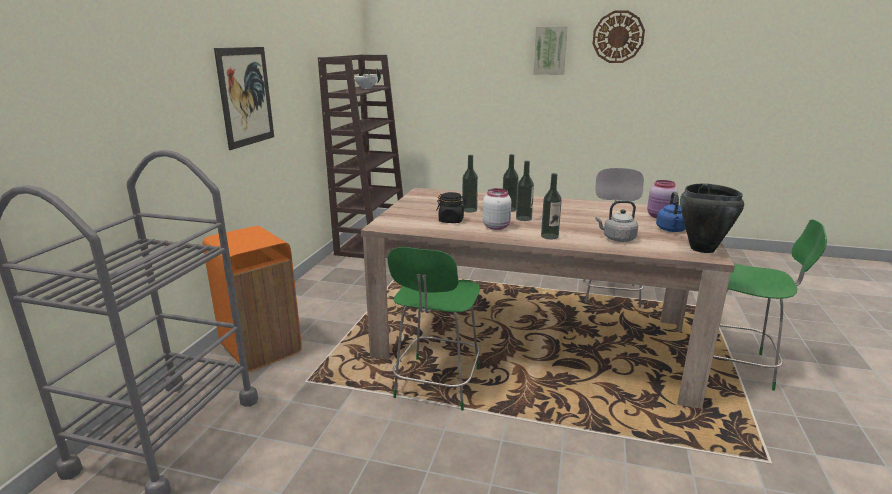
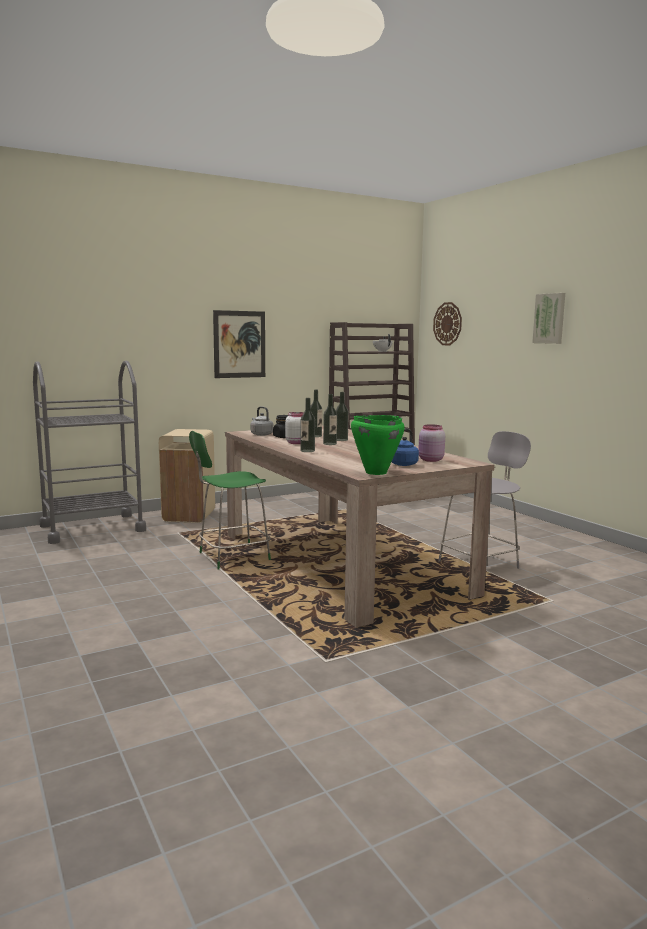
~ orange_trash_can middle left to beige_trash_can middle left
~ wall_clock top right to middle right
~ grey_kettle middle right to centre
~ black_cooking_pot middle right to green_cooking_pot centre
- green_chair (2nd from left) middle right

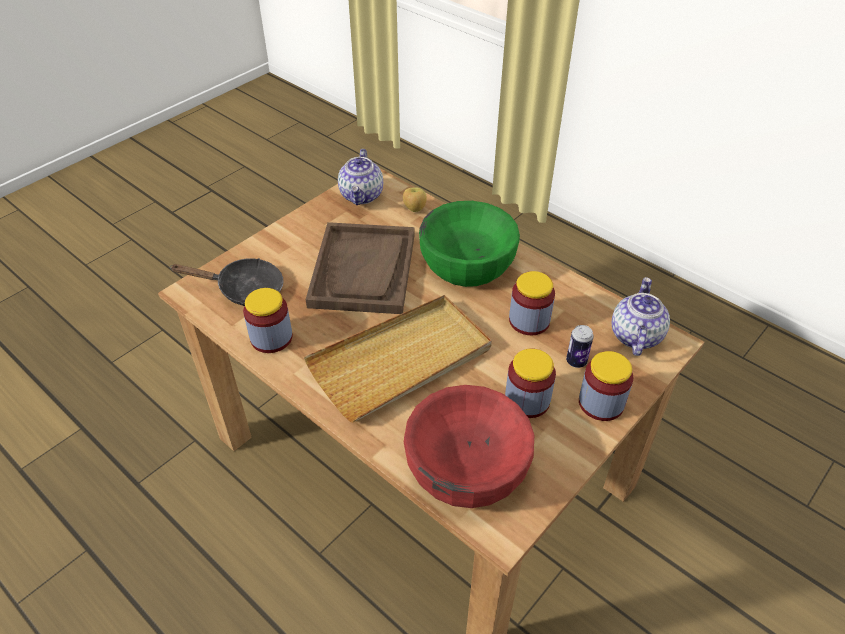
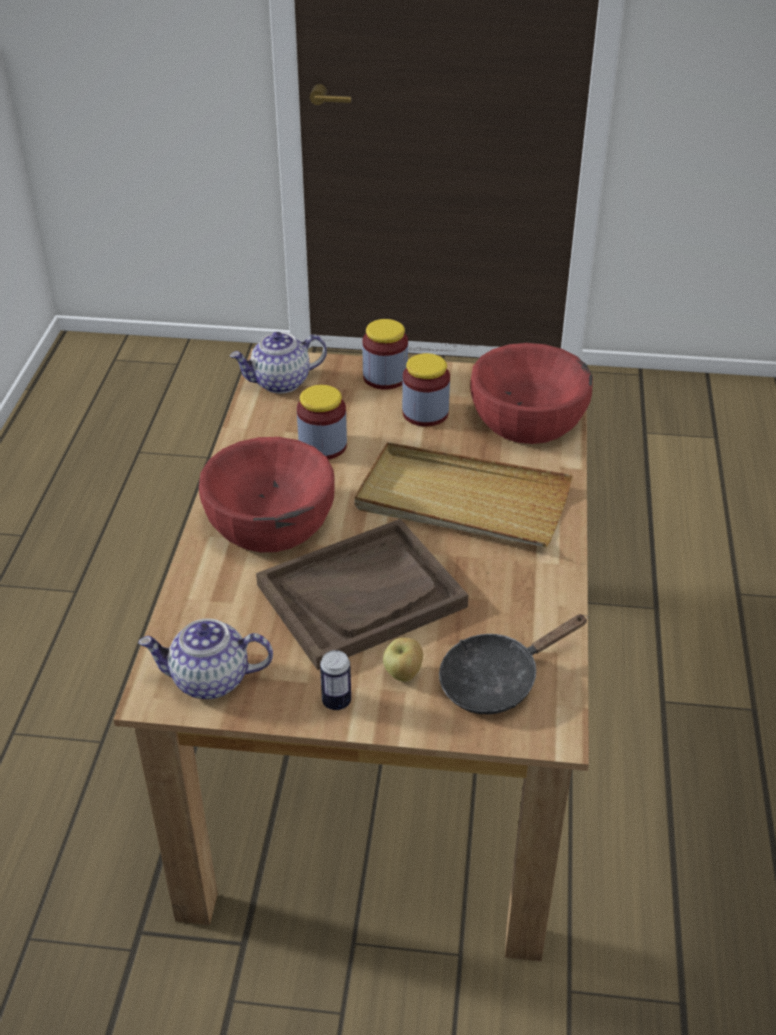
~ black_frying_pan middle left = centre 90 degrees counterclockwise
- jar (1st from left) middle left
~ teapot (1st from left) top centre = middle left 150 degrees counterclockwise
~ apple top centre to centre
~ green_bowl centre to red_bowl (1st from left) centre
~ can middle right to centre

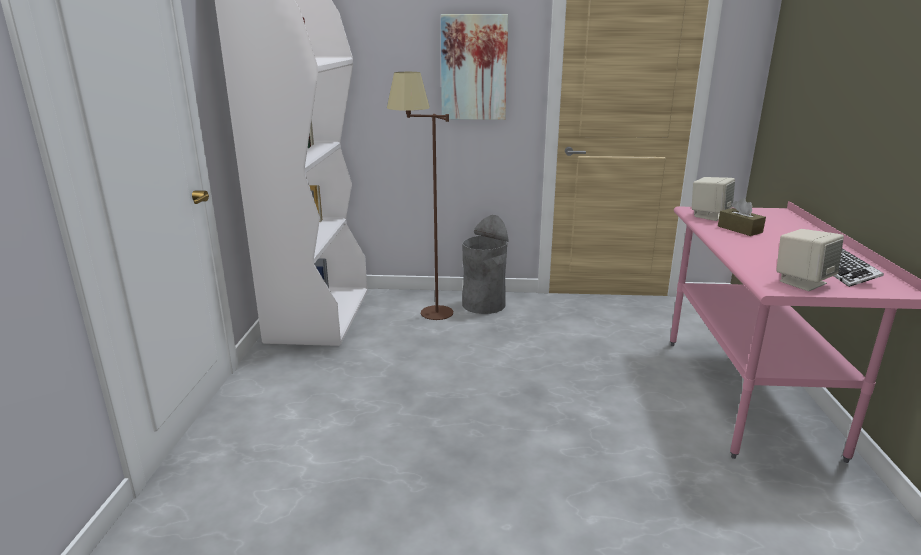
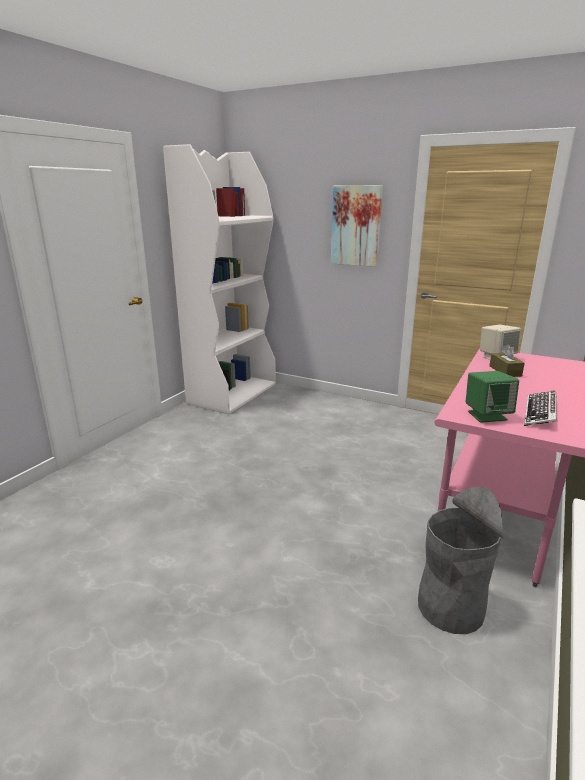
- brown_floor_lamp centre
~ grey_trash_can centre to bottom right
~ beige_speaker (2nd from left) middle right to green_speaker middle right

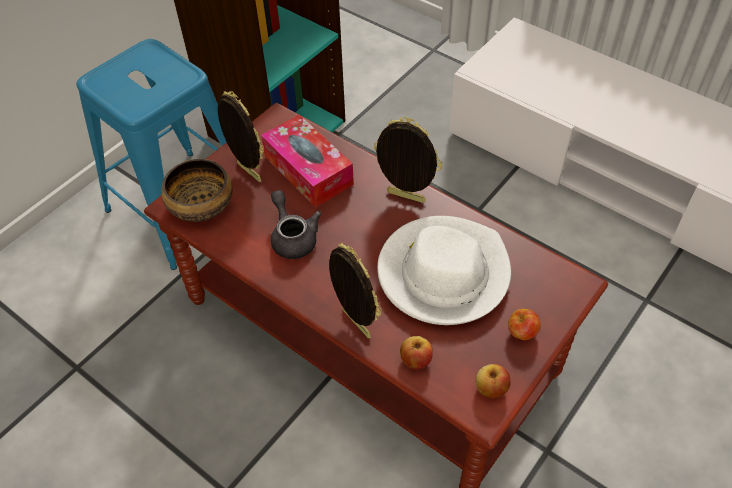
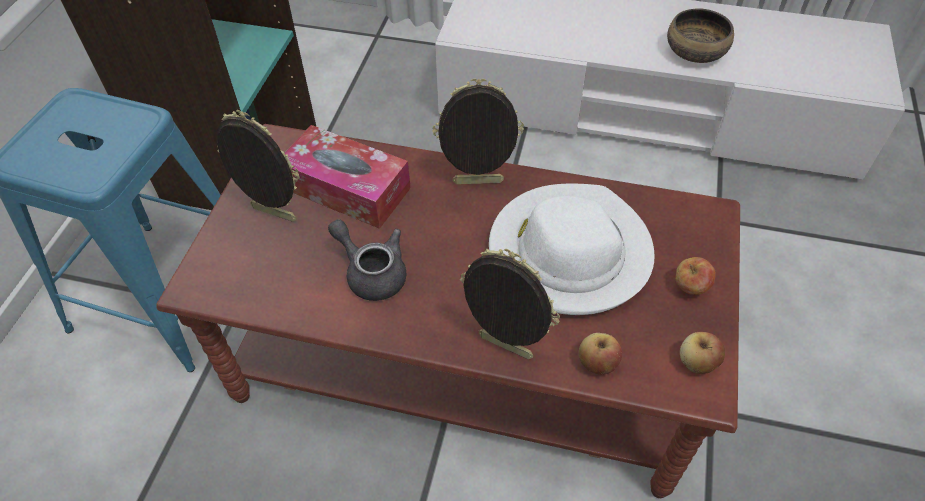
~ bowl middle left to top right

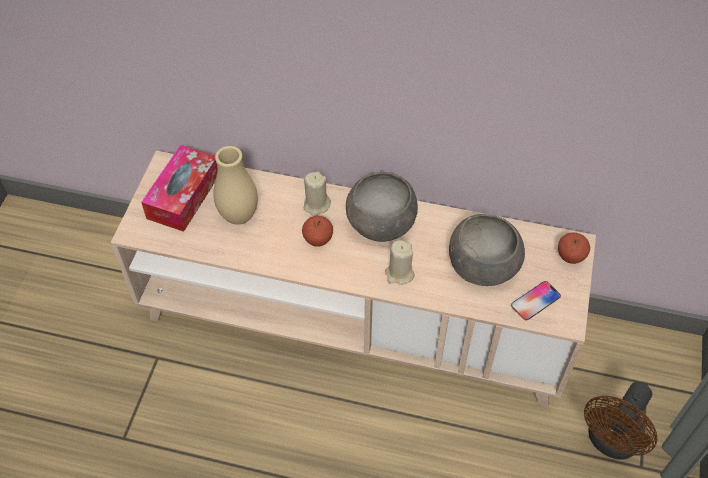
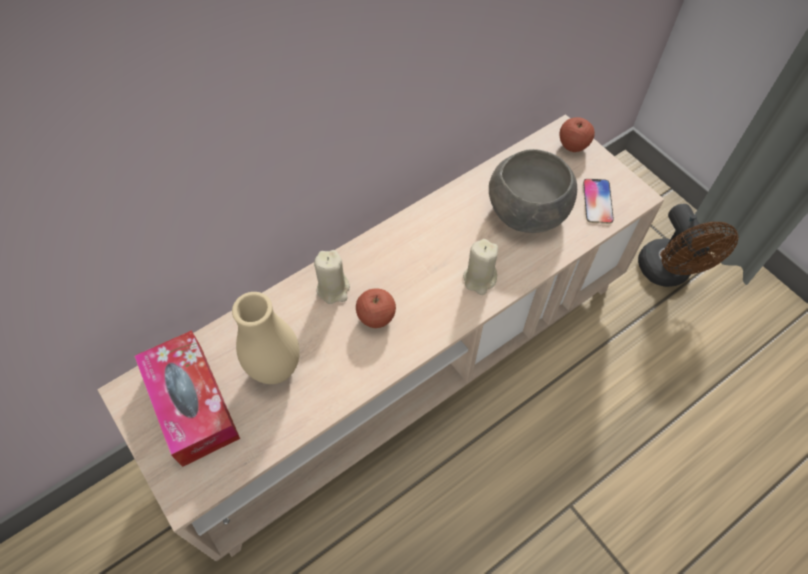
- grey_bowl (1st from left) centre

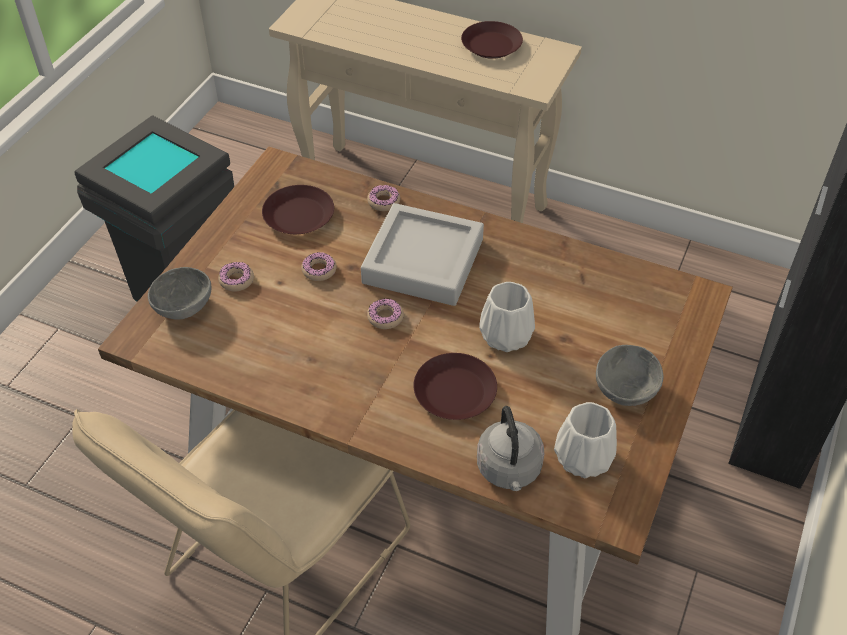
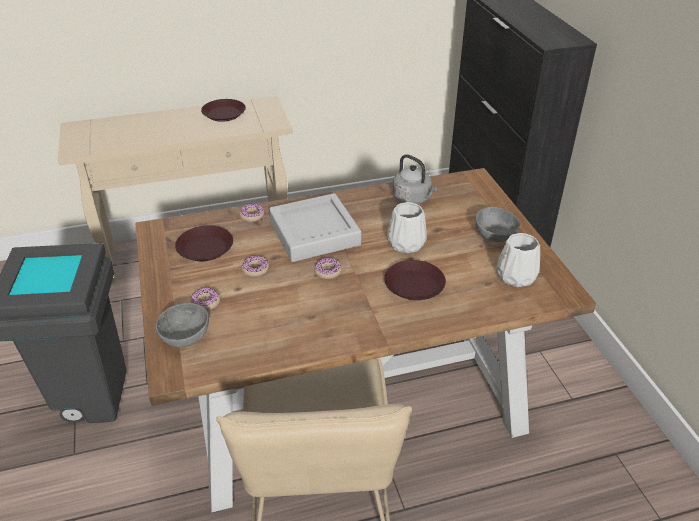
~ grey_kettle bottom centre to centre

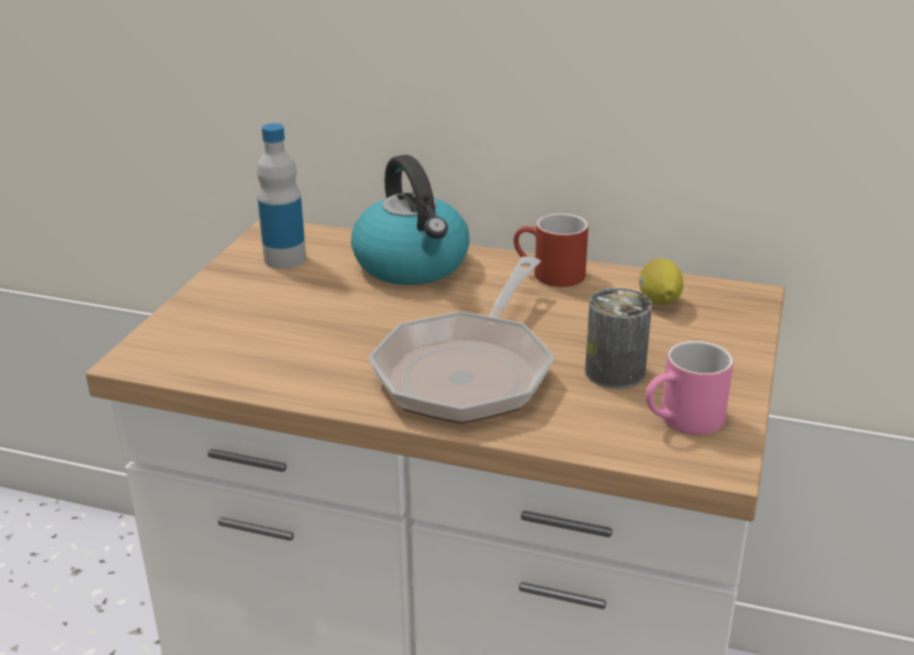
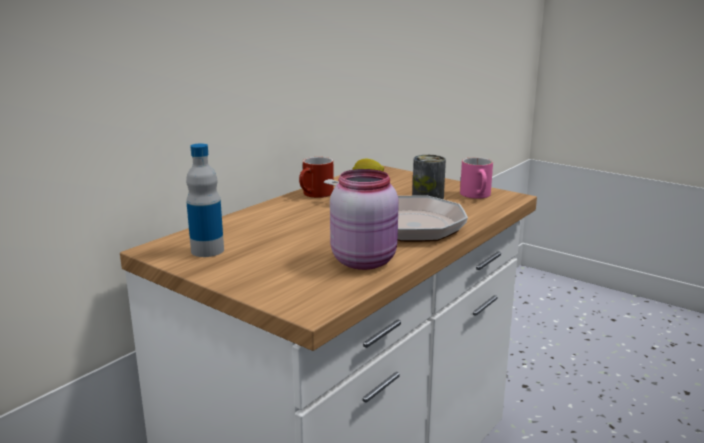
- kettle centre
+ pink_jar centre

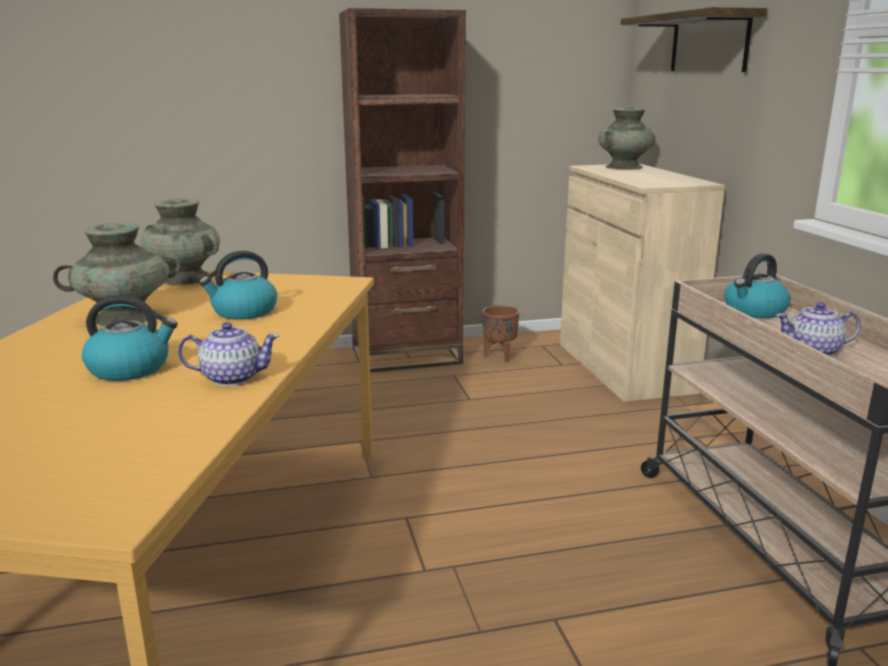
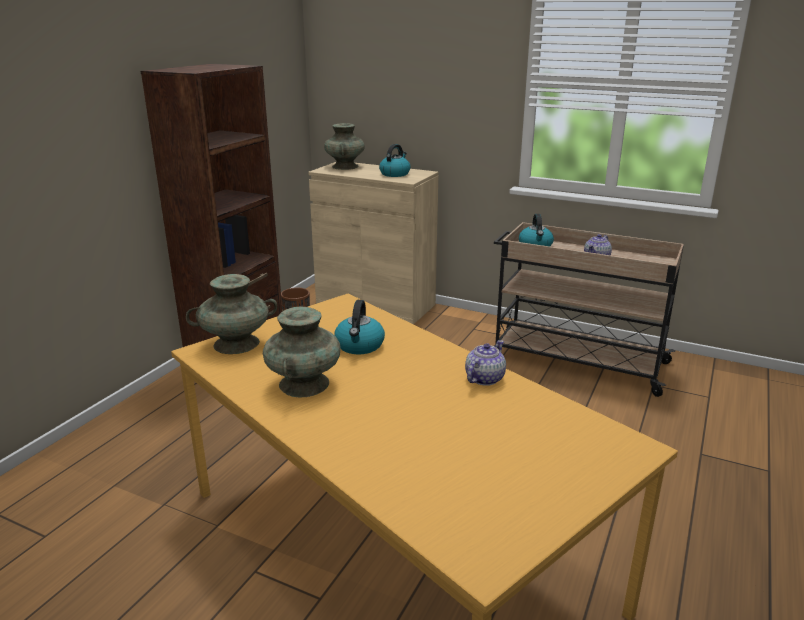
~ kettle (1st from left in the first image) middle left to kettle (2nd from left) top centre
- shelf top right

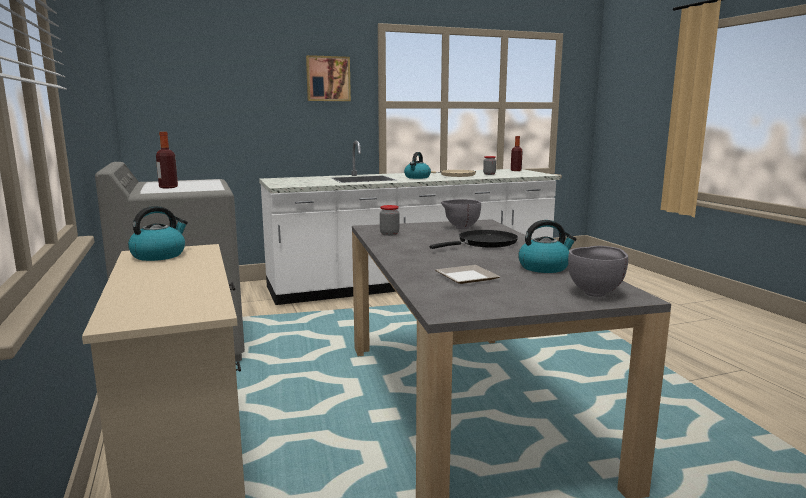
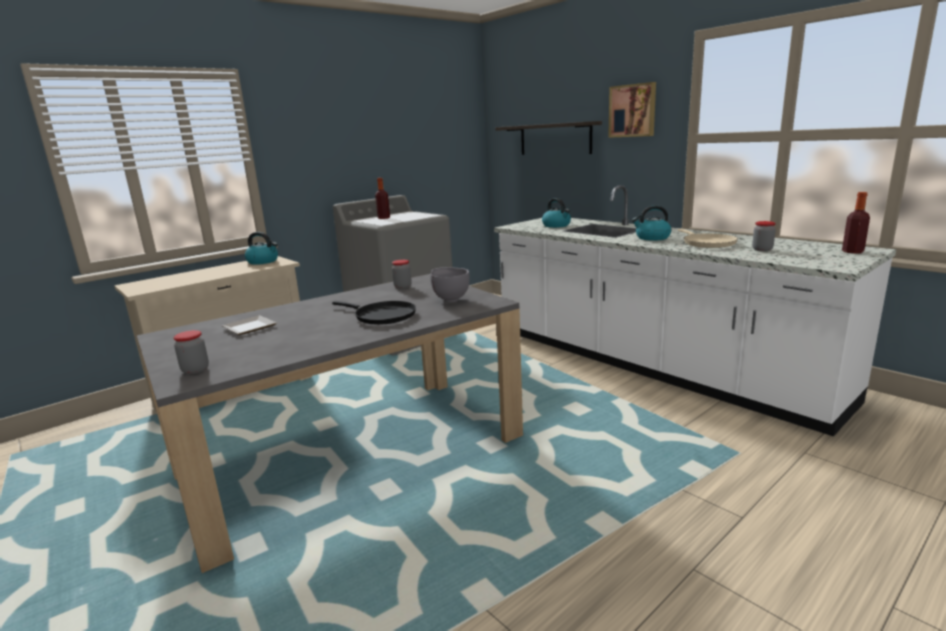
~ kettle (3rd from left in the first image) middle right to kettle (2nd from left) centre
~ grey_bowl (2nd from left) middle right to jar (1st from left) middle left
+ shelf top centre

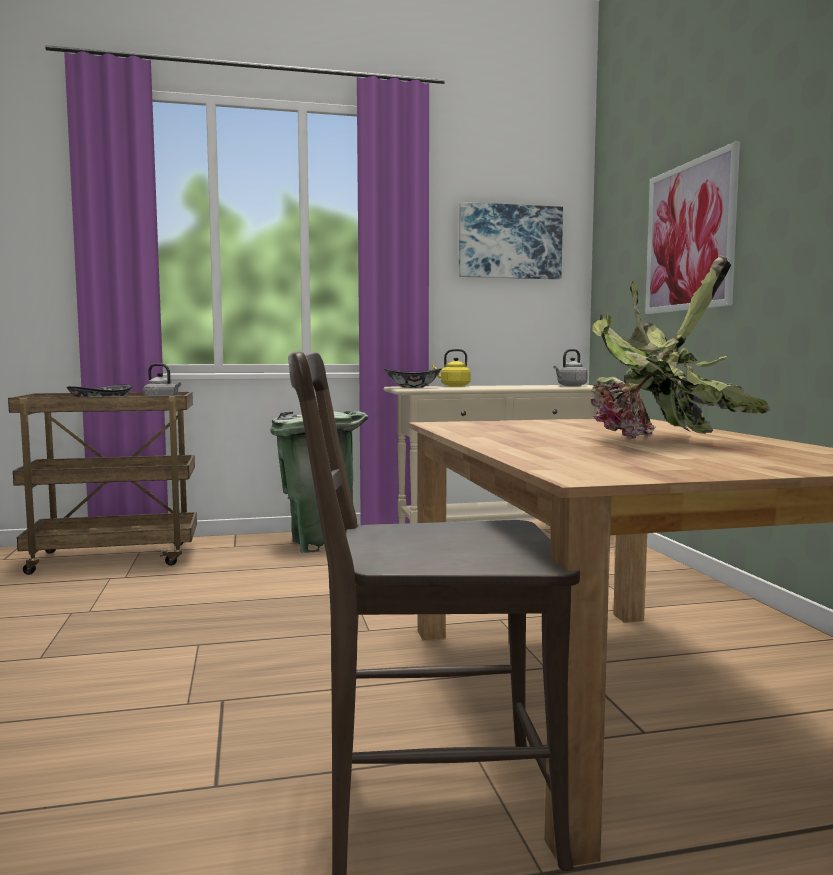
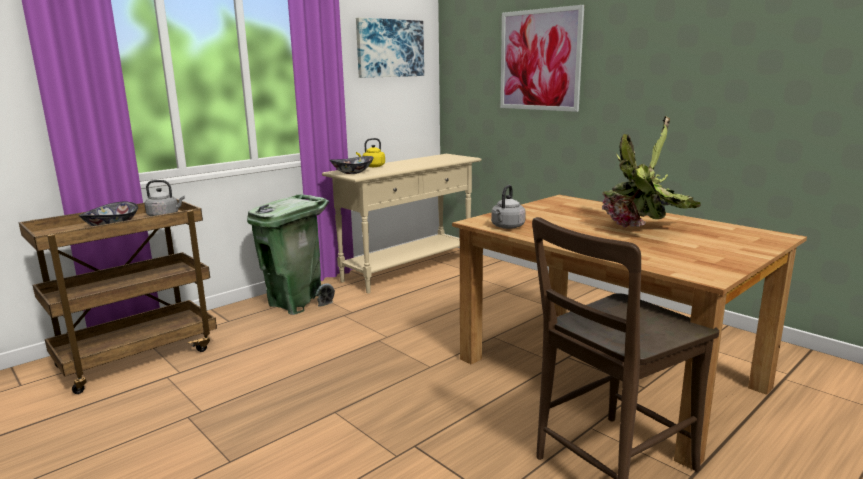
~ grey_kettle (2nd from left) middle right to centre

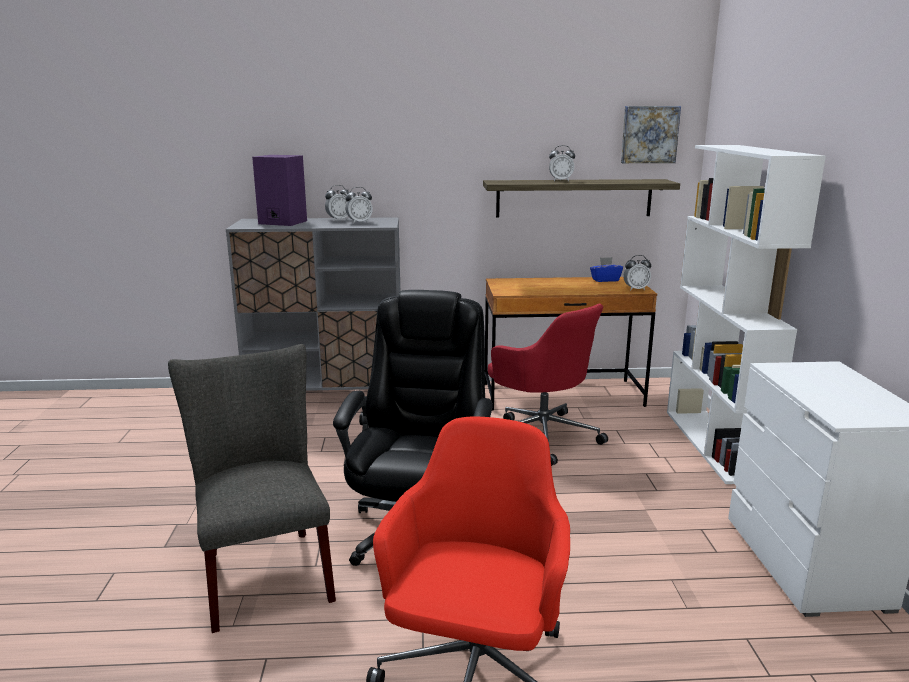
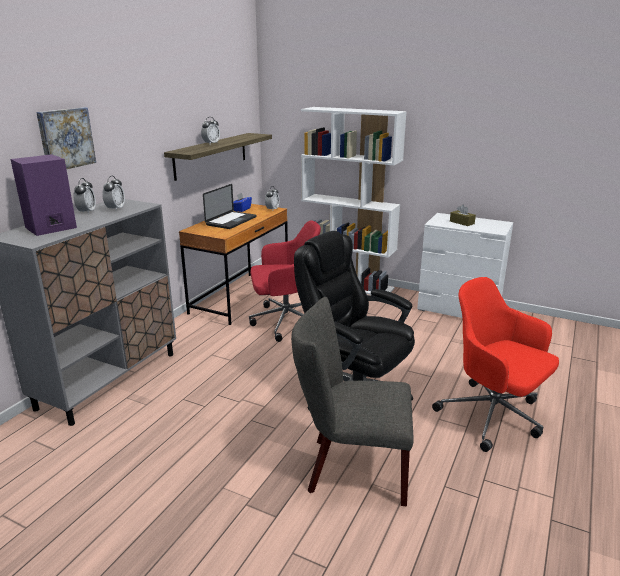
~ picture top right to top left
+ laptop centre
+ brown_tissue_box middle right

